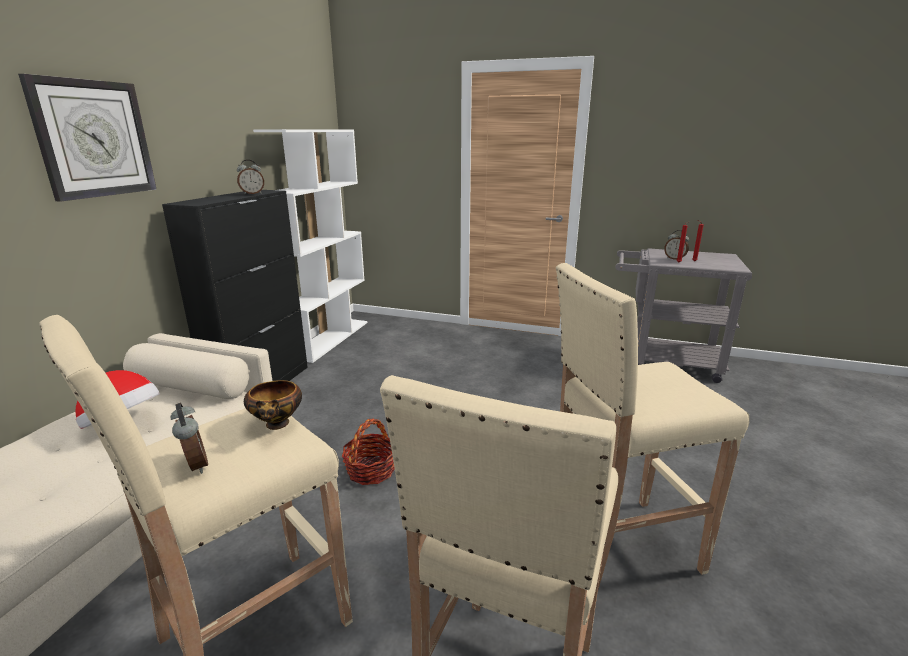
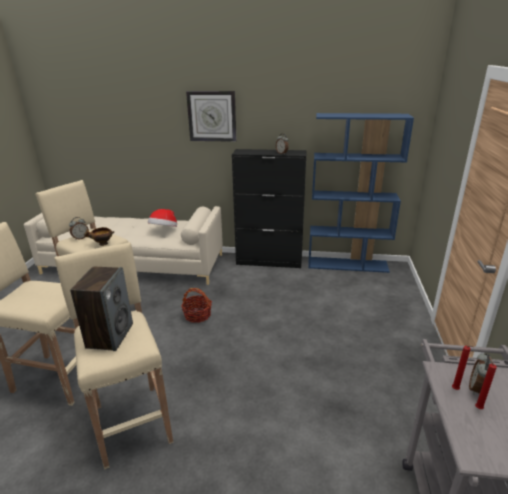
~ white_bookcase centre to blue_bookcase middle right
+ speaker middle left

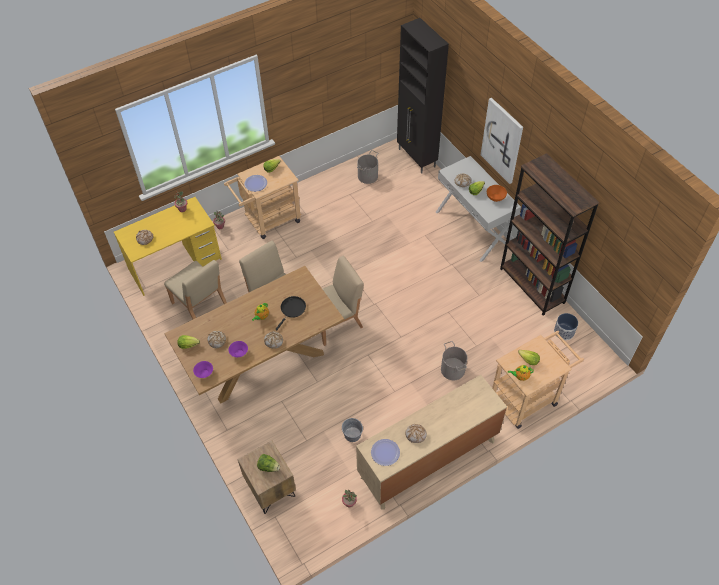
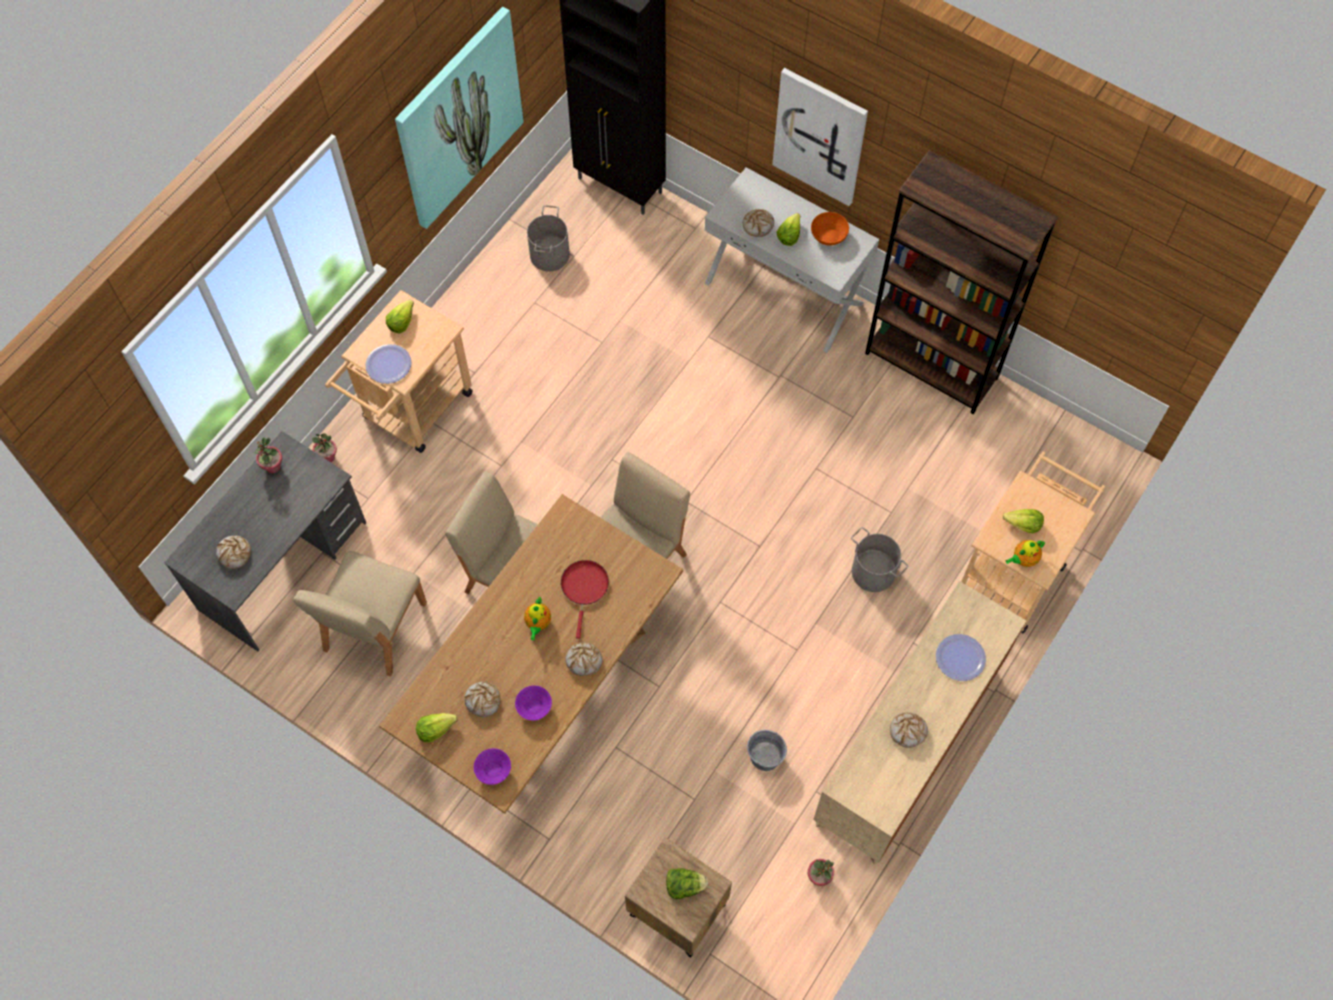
~ yellow_desk middle left to grey_desk middle left
~ beige_chair (1st from left) middle left = middle left 90 degrees clockwise
~ black_frying_pan centre to red_frying_pan centre
~ plate (2nd from left) bottom centre to middle right
- planter middle right
+ picture (1st from left) top centre

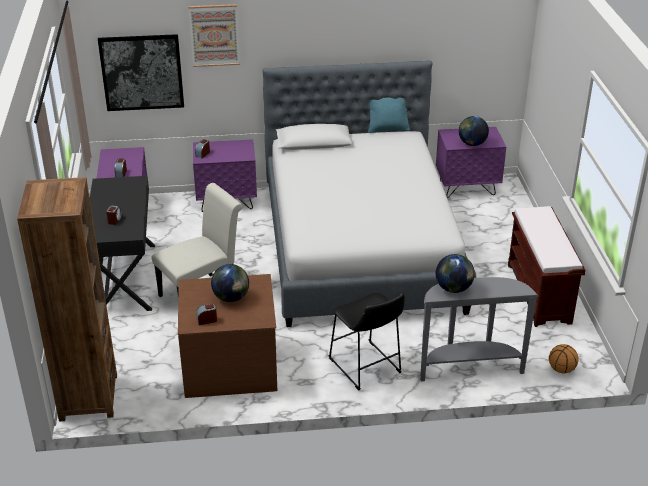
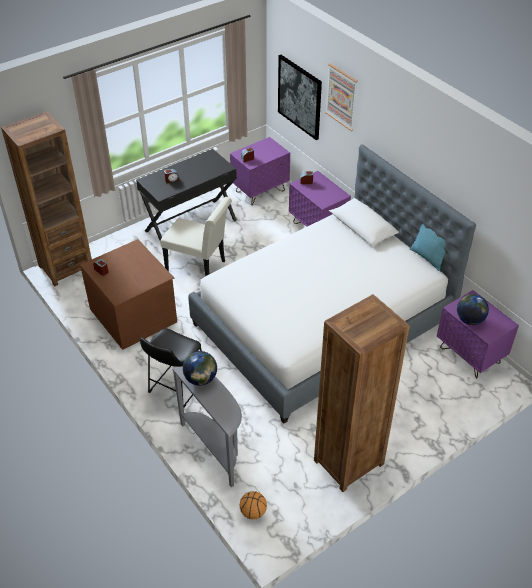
- globe (1st from left) centre
~ brown_bench middle right to brown_bookcase (2nd from left) bottom right

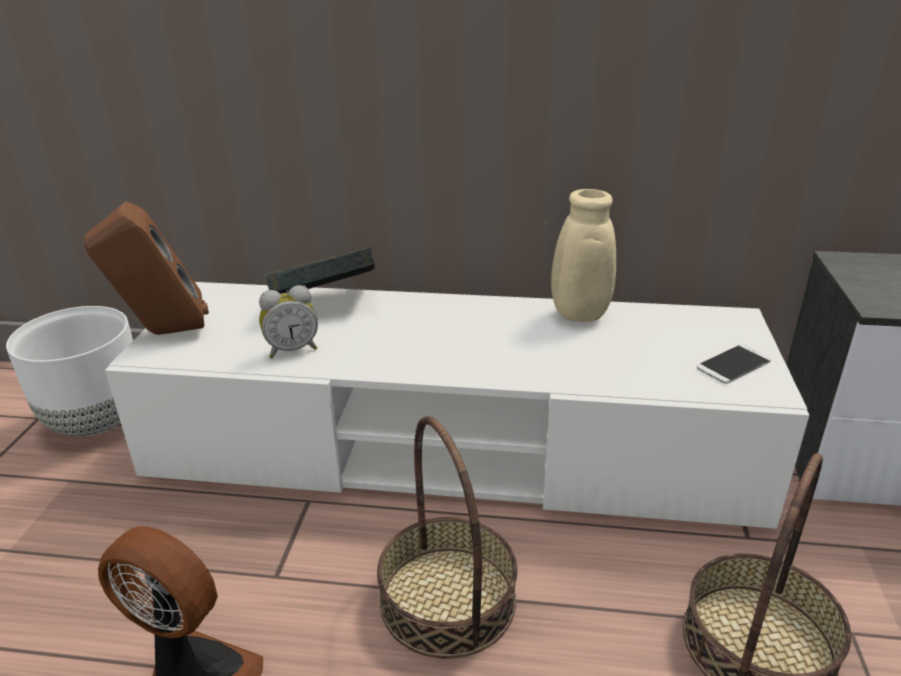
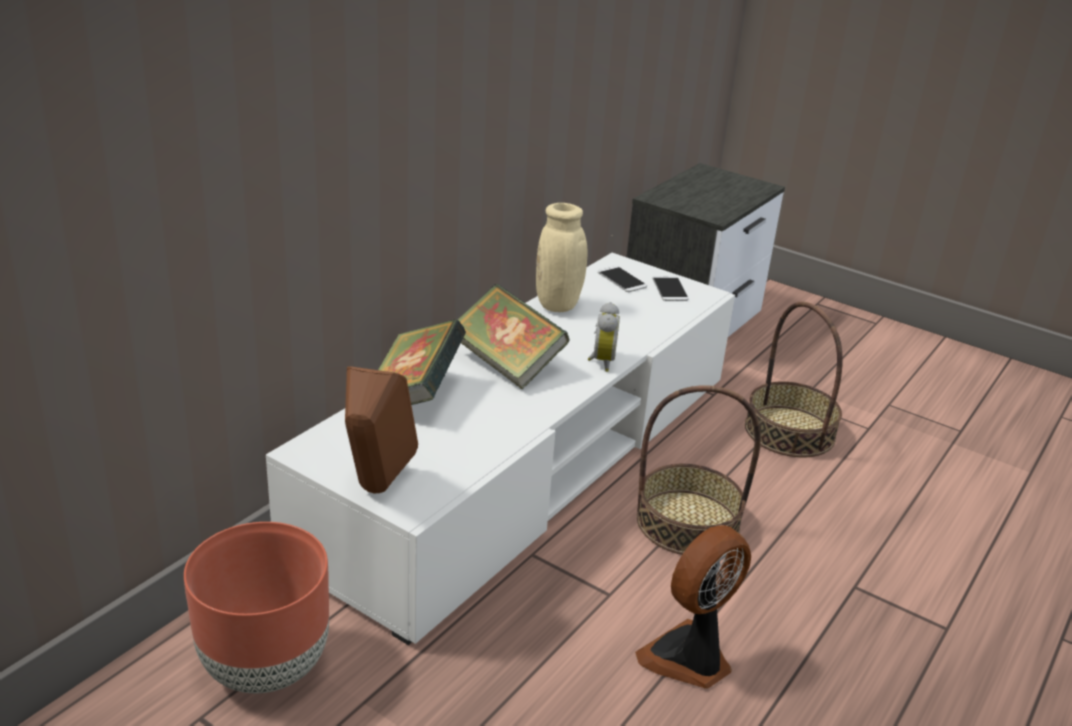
~ white_planter middle left to brown_planter bottom left
~ alarm_clock middle left to centre
+ book (2nd from left) centre
+ phone (1st from left) centre

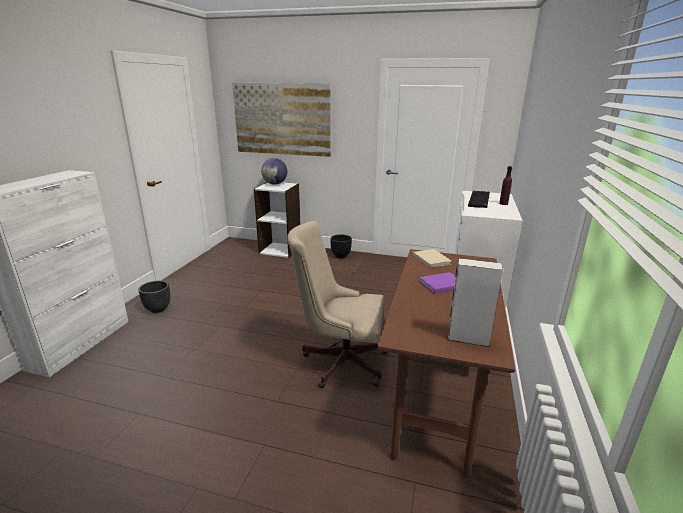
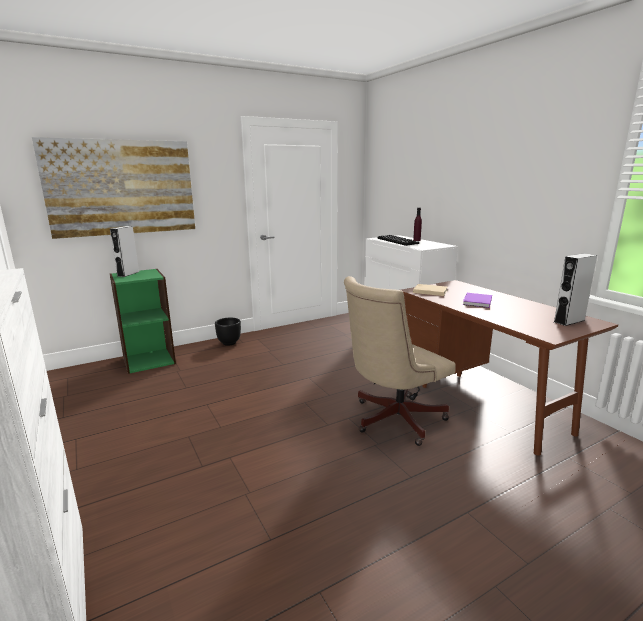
- black_planter (1st from left) middle left
~ white_bookcase centre to green_bookcase middle left
~ globe centre to grey_speaker (1st from left) middle left

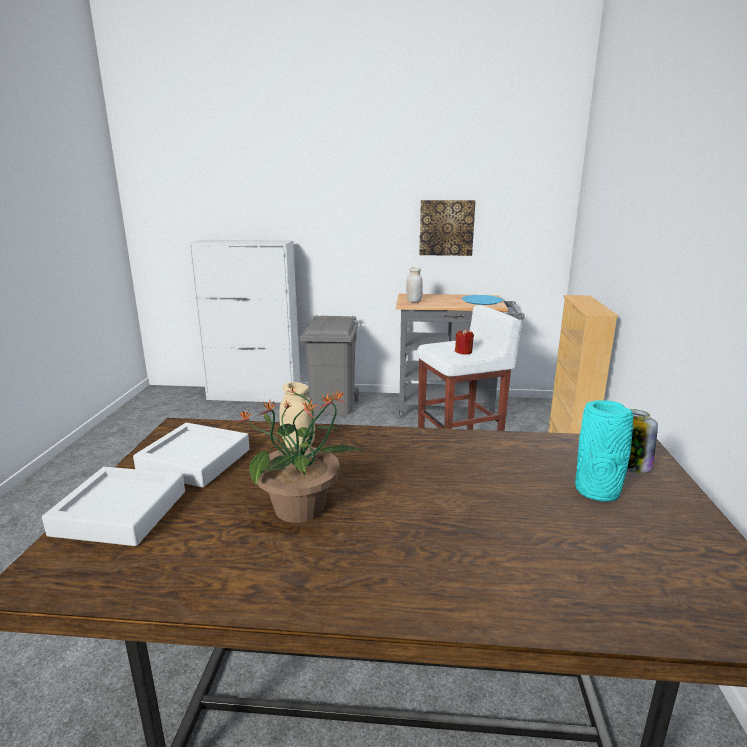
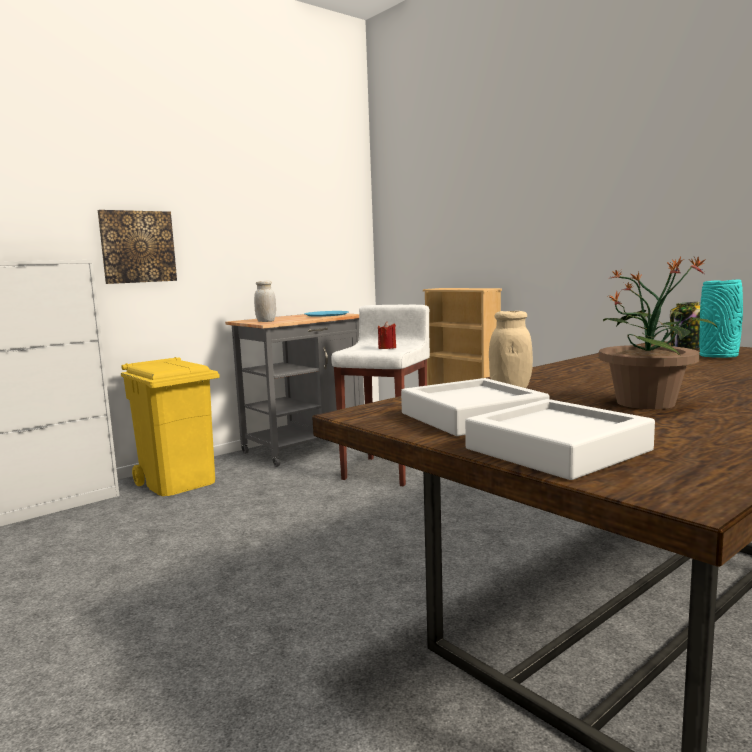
~ grey_trash_can centre to yellow_trash_can middle left
~ picture top centre to top left

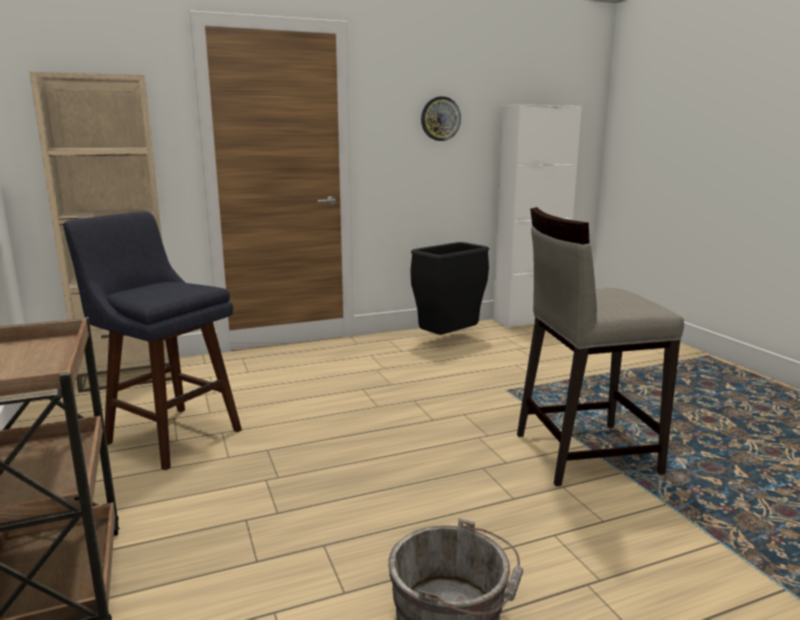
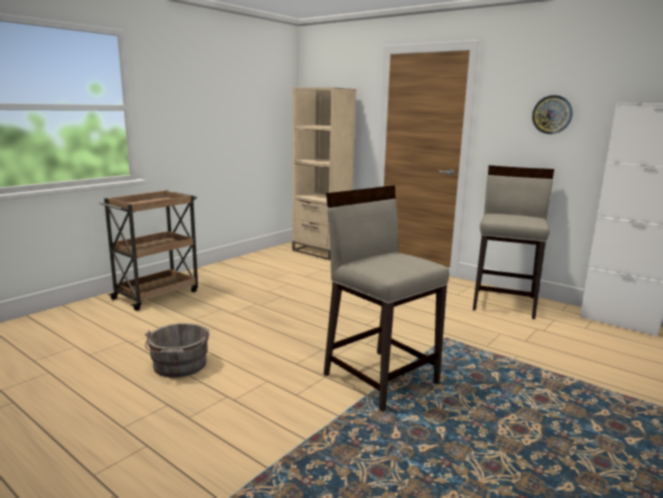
- blue_stool middle left
~ black_trash_can centre to beige_stool (2nd from left) middle right

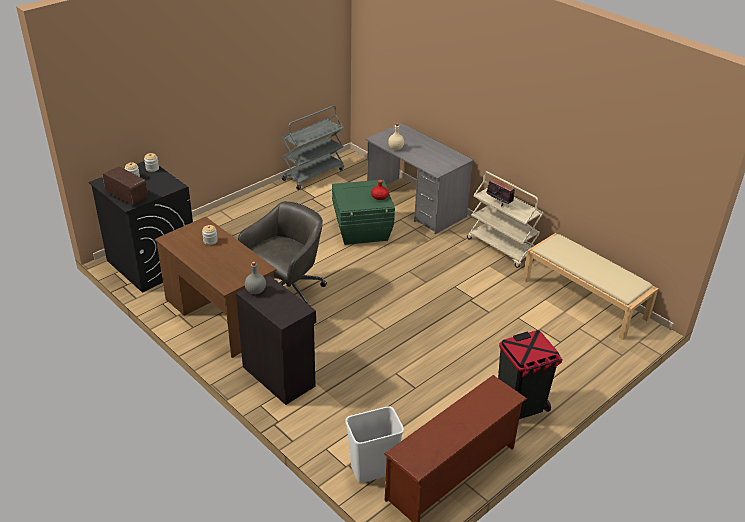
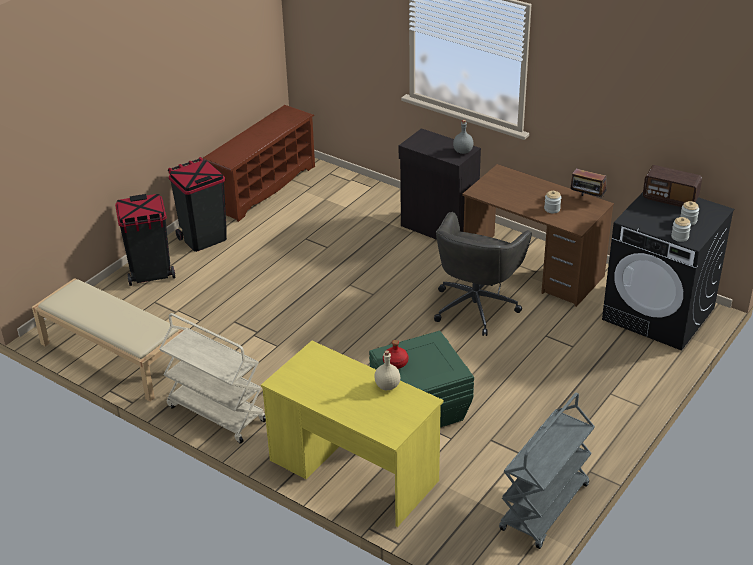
- white_trash_can bottom centre
~ grey_desk centre to yellow_desk bottom centre
~ radio (2nd from left in the first image) middle right to radio (1st from left) top right
+ black_trash_can (1st from left) middle left

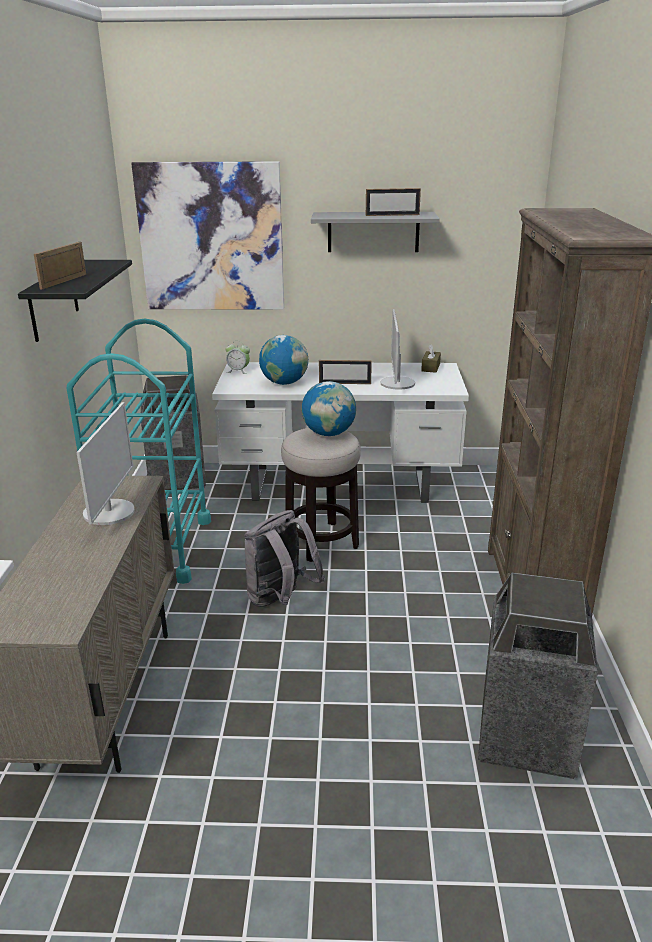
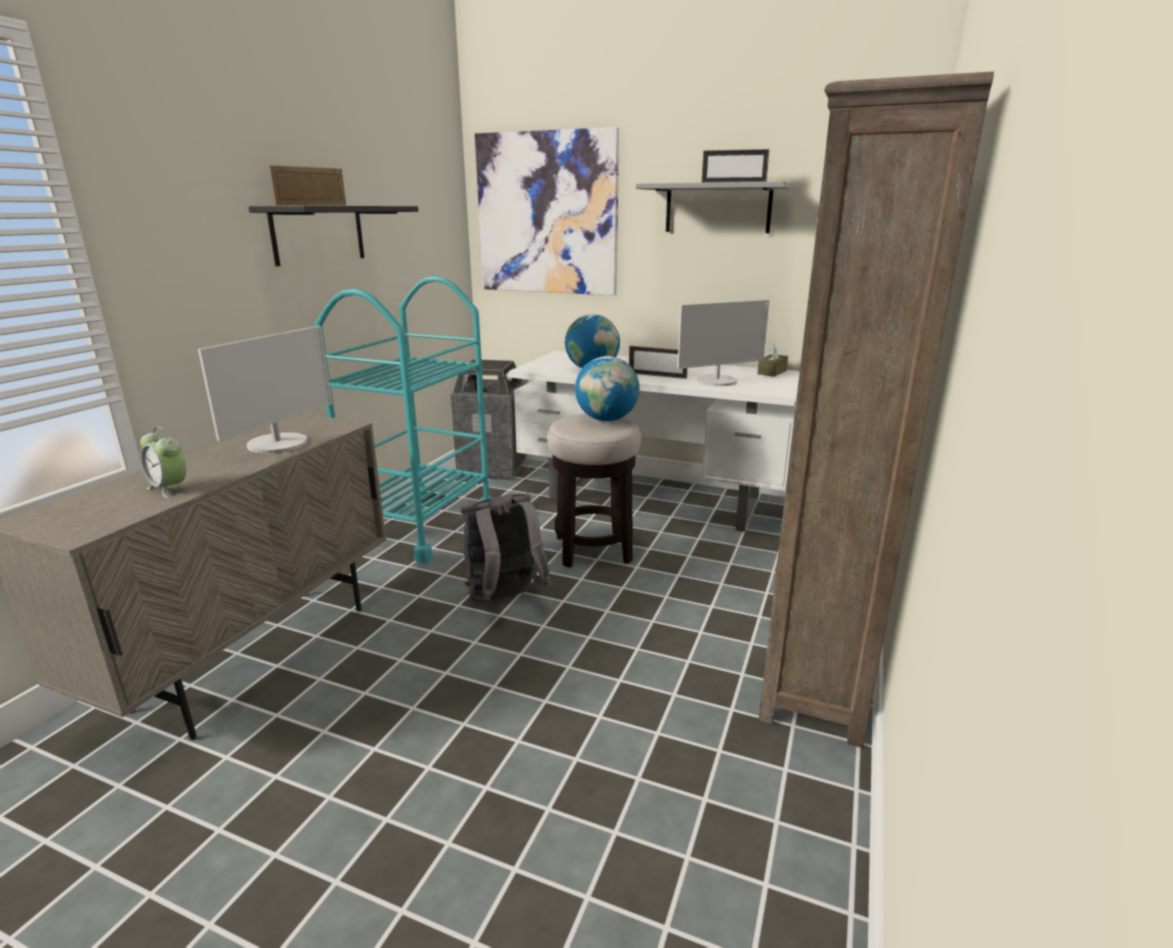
~ alarm_clock centre to middle left
~ monitor (2nd from left) centre = centre 135 degrees counterclockwise
- trash_can (2nd from left) bottom right

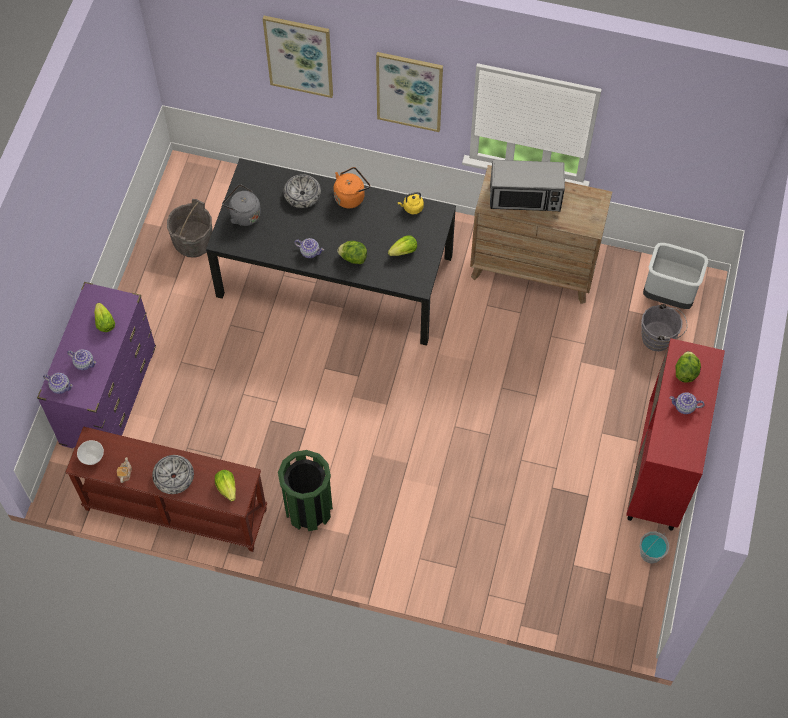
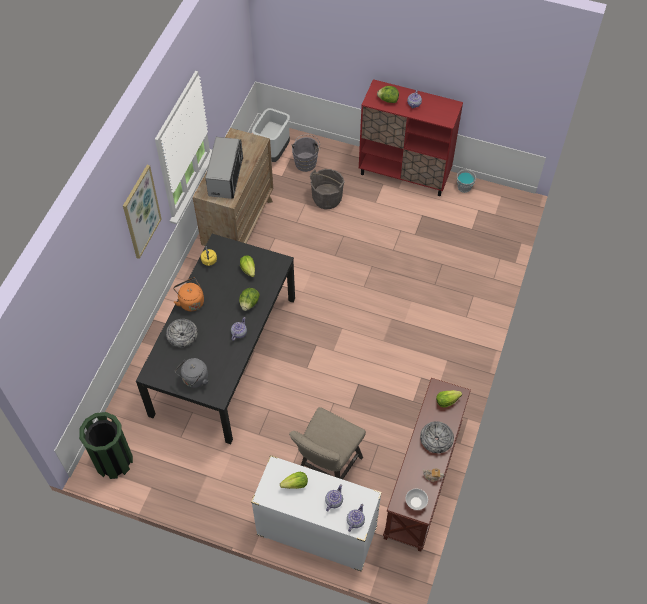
~ purple_dresser middle left to white_dresser bottom centre
~ grey_bucket (1st from left in the first image) top left to grey_bucket (2nd from left) top centre
- picture (1st from left) top centre
~ green_trash_can bottom centre to bottom left
+ beige_stool bottom centre

